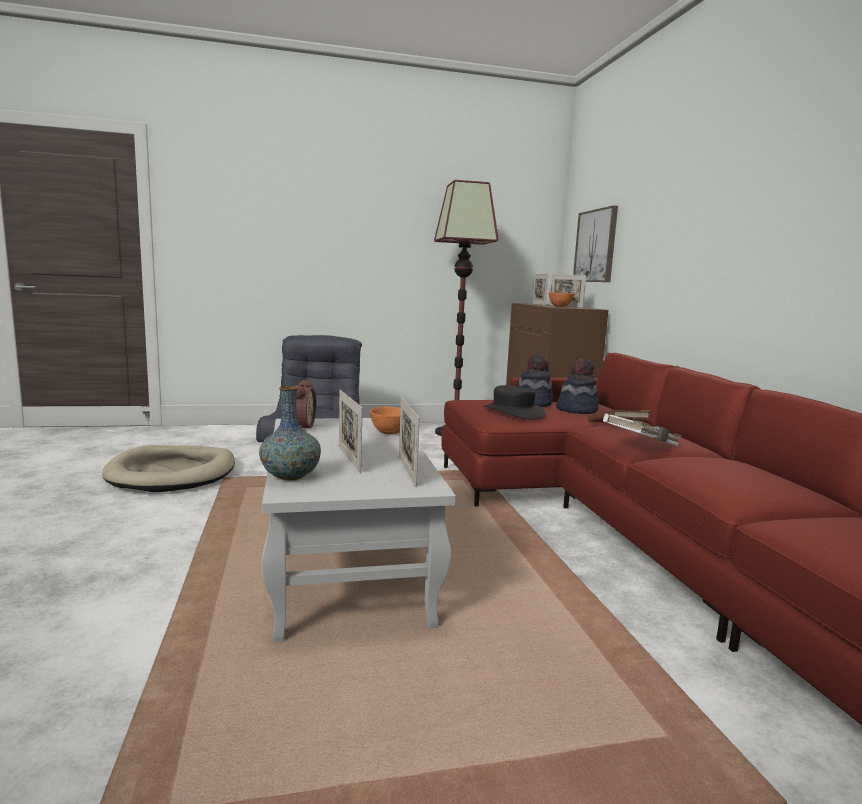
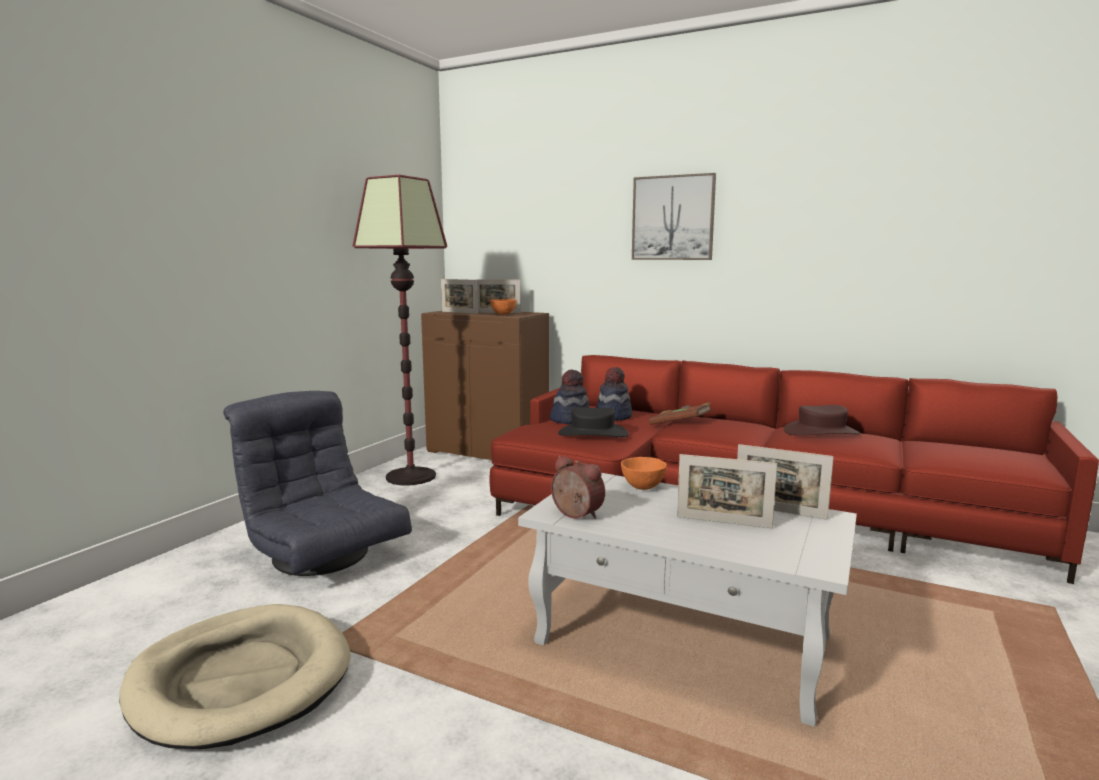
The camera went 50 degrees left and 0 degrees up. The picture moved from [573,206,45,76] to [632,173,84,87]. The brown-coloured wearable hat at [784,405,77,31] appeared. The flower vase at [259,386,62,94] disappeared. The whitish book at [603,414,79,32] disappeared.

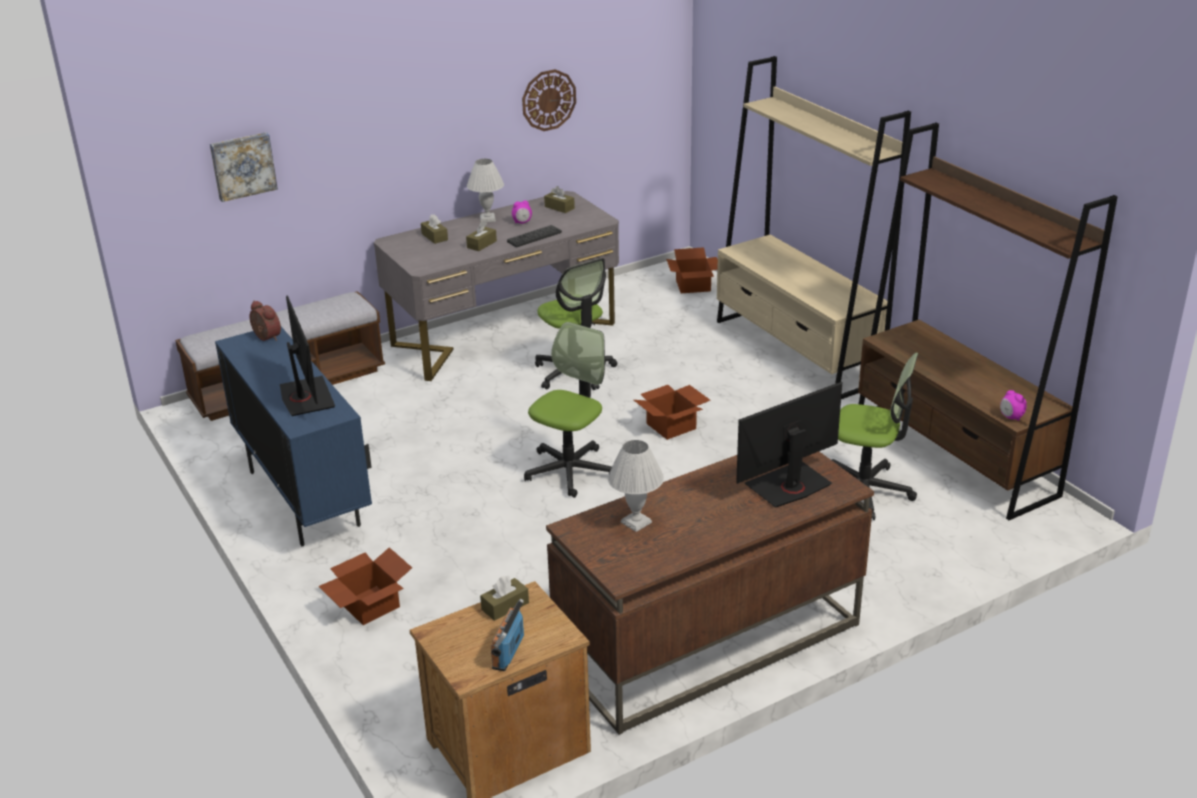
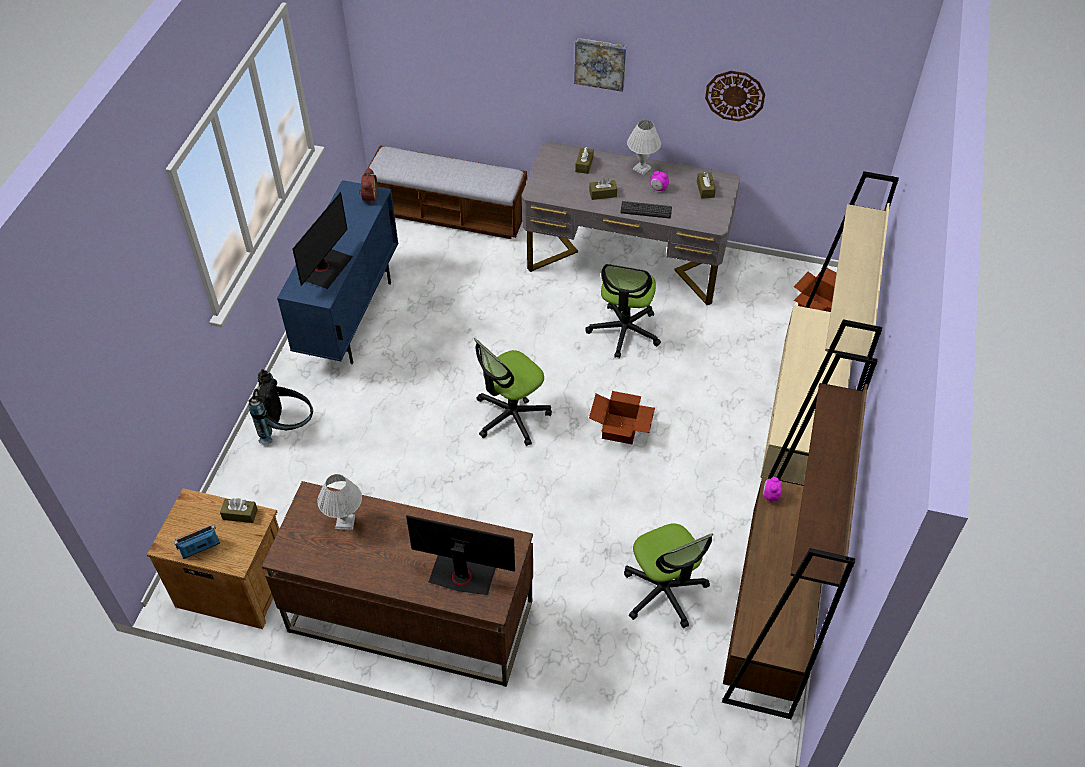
The camera went 45 degrees right and 20 degrees up. The packing box at [319,547,93,78] was replaced by the blackish knapsack at [249,369,64,75]. The office chair at [524,322,88,176] turned 150 degrees clockwise. The picture moved from [210,132,68,70] to [574,38,53,54]. The alarm clock moved from [1000,390,27,31] to [763,477,19,26].

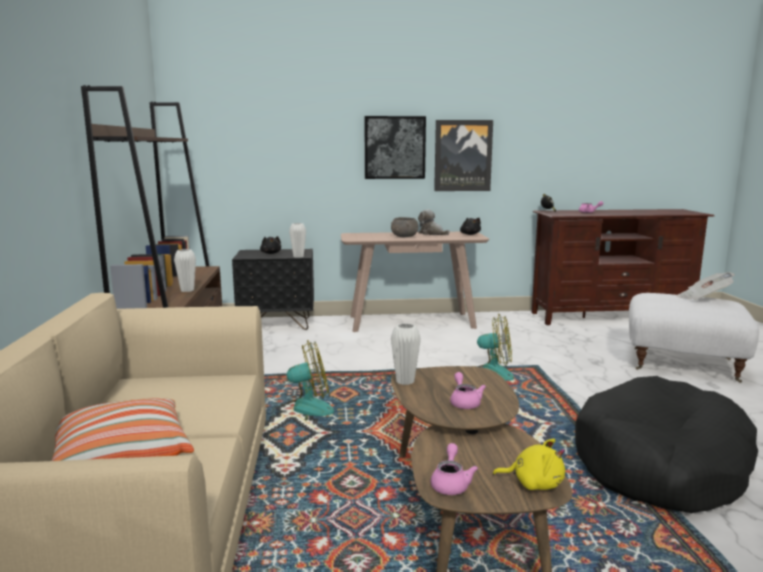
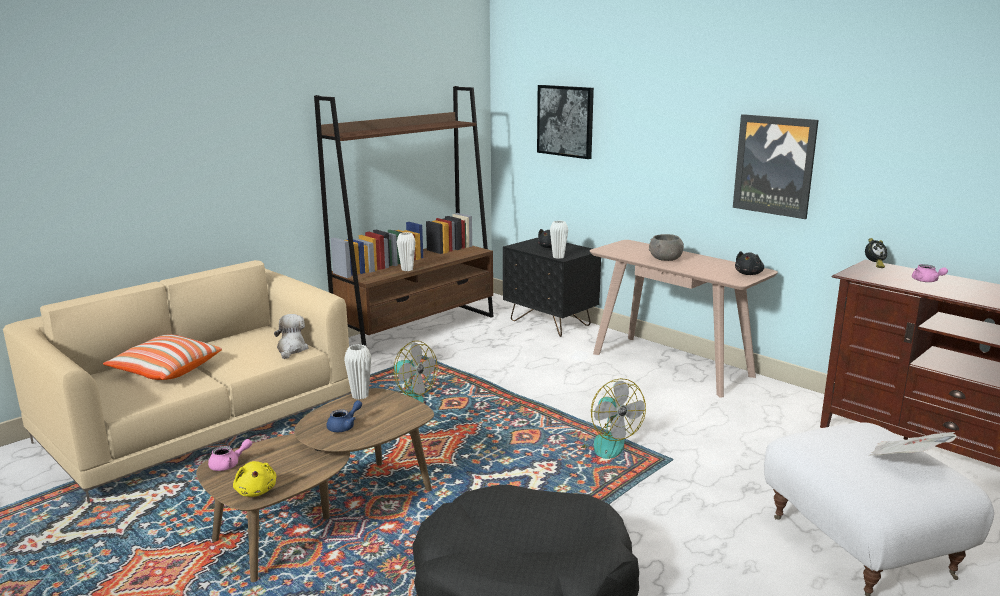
The camera went 50 degrees right and 5 degrees up. The soft toy moved from [418,209,31,26] to [274,314,35,45]. The pink tea pot at [450,372,36,37] became the bluish tea pot at [327,400,35,32]. The picture moved from [364,116,62,63] to [537,85,57,74].

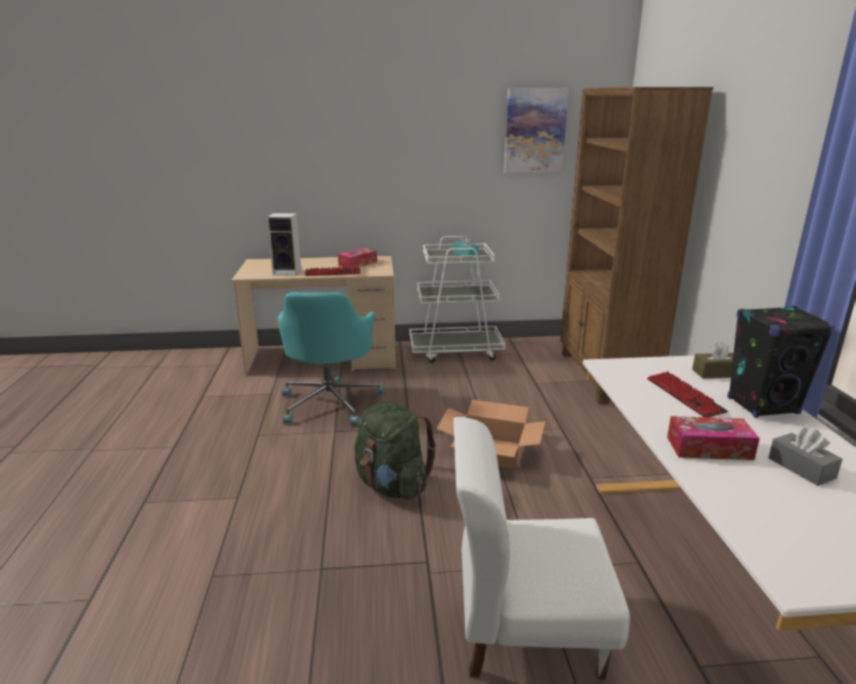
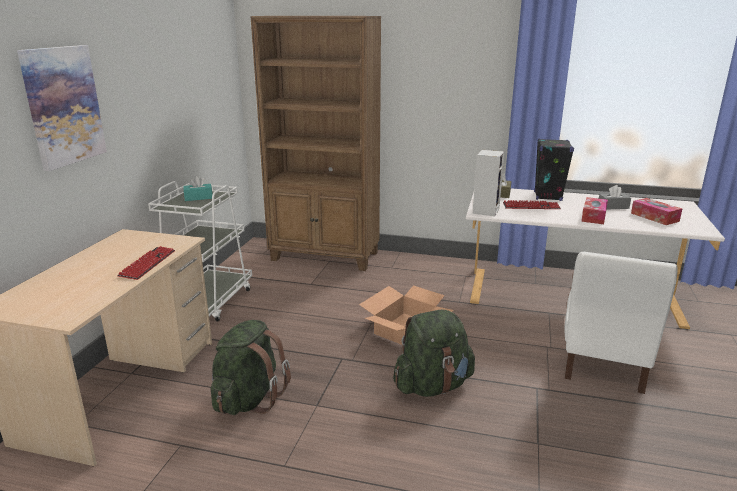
The camera went 70 degrees left and 0 degrees up. The picture moved from [504,89,65,84] to [17,45,90,126]. The turquoise office chair at [277,292,107,133] was replaced by the green-coloured knapsack at [211,320,80,95]. The loudspeaker moved from [267,213,34,63] to [473,150,32,66]. The tissue box moved from [338,248,39,20] to [631,198,51,27].

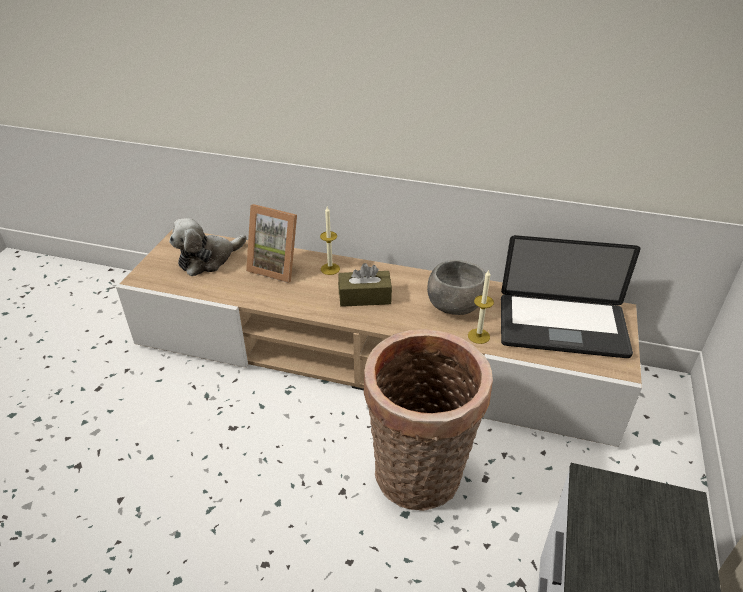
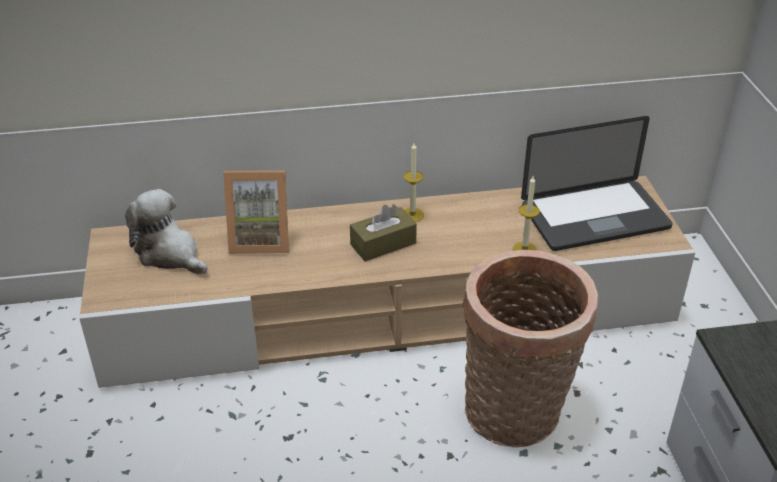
The camera went 25 degrees left and 0 degrees up. The soft toy at [169,218,78,58] turned 105 degrees clockwise. The candle moved from [320,207,20,68] to [403,143,21,79]. The gray serving bowl at [427,260,59,55] disappeared.

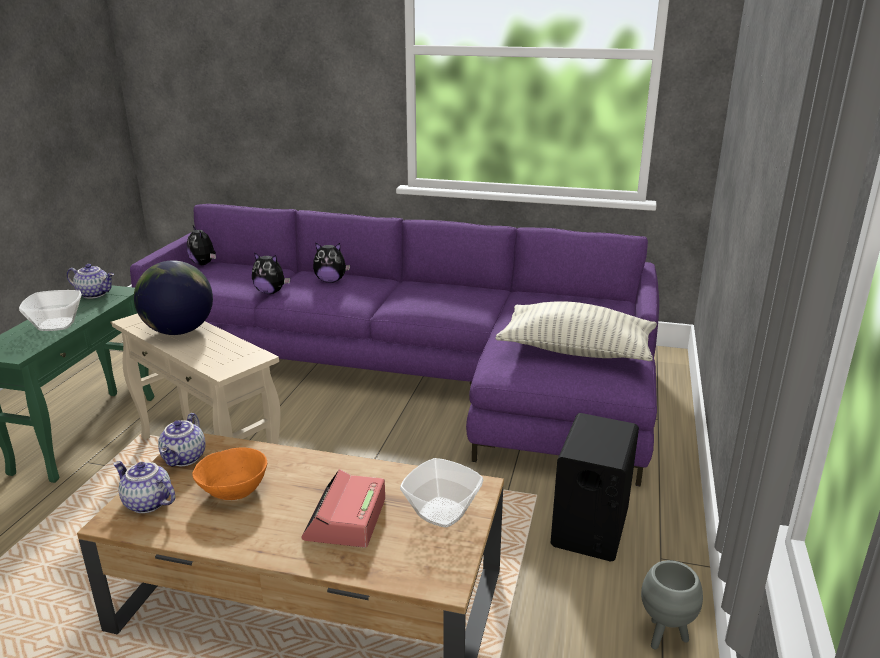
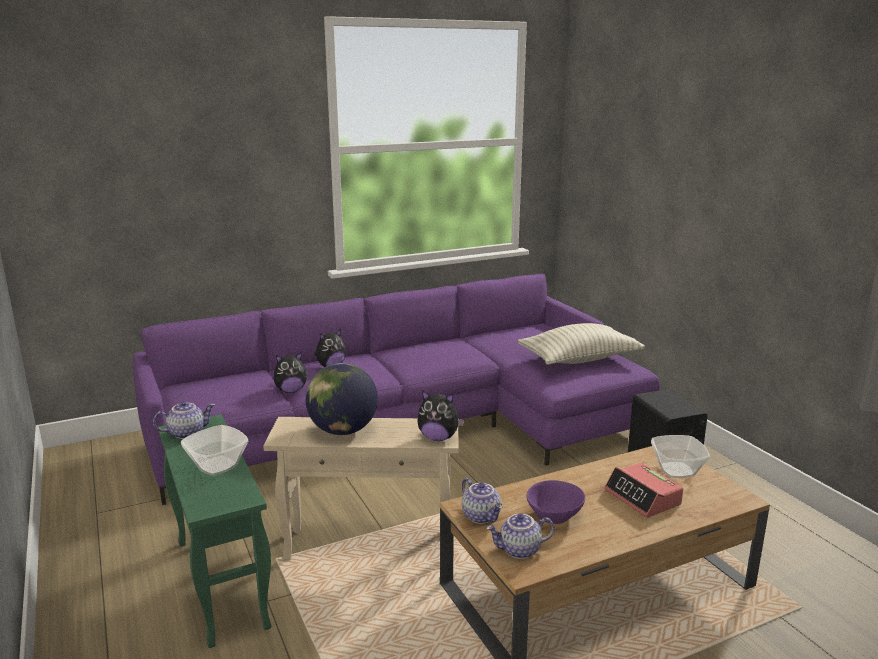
The camera went 40 degrees left and 5 degrees down. The soft toy moved from [187,226,29,39] to [417,390,48,51]. The orangey serving bowl at [192,447,75,53] became the purplish serving bowl at [527,480,58,44]. The gray flower pot at [641,560,62,89] disappeared.

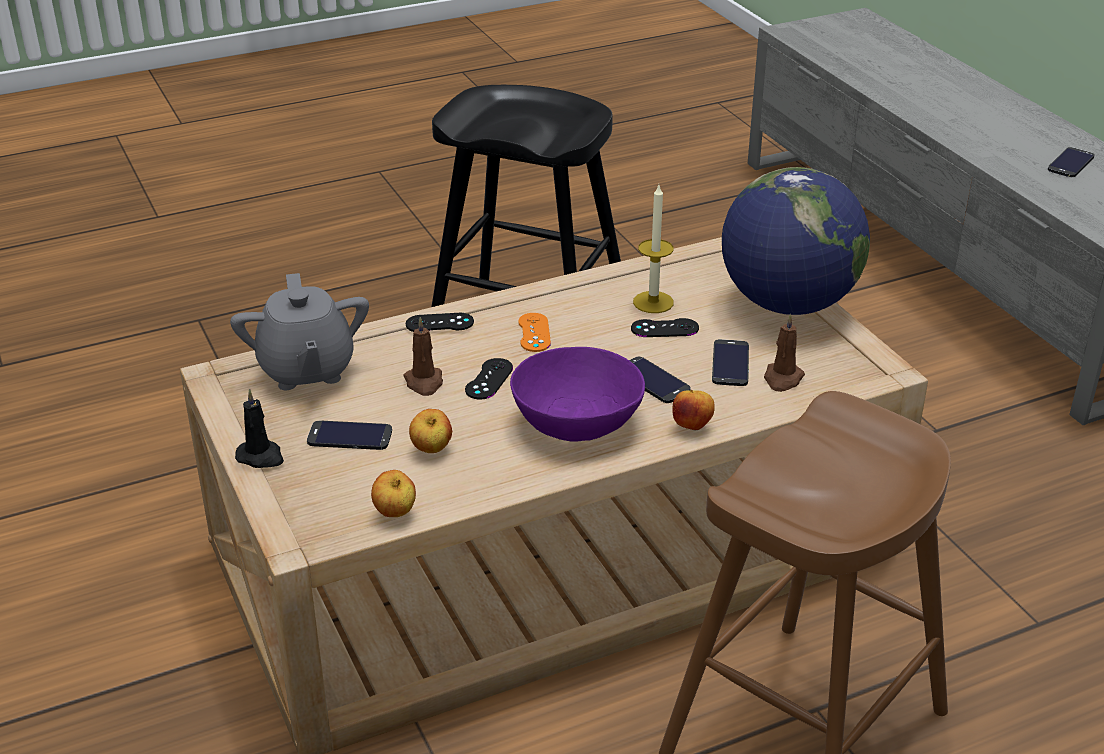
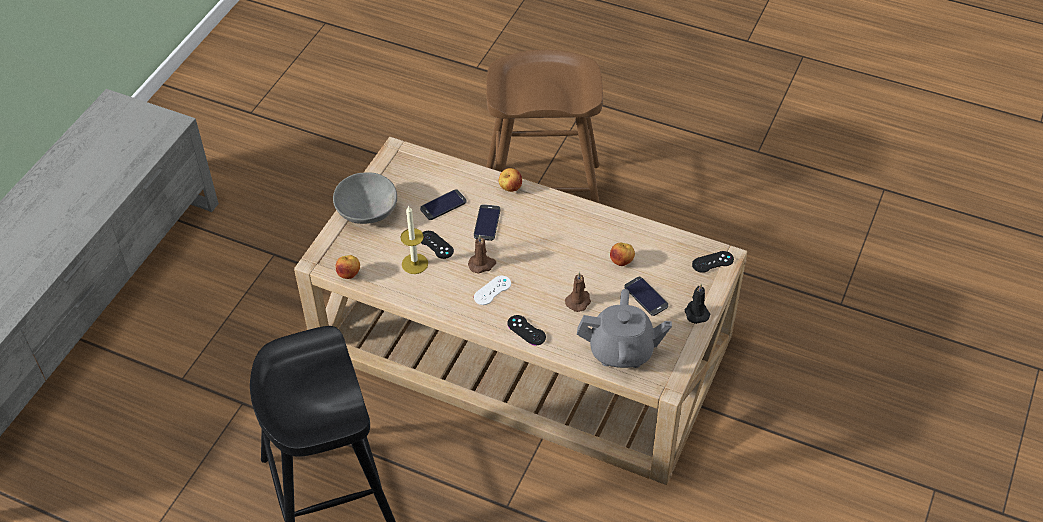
The camera went 130 degrees left and 15 degrees up. The globe at [722,167,148,148] was replaced by the gray serving bowl at [333,172,64,52]. The apple moved from [371,470,45,47] to [336,255,24,24]. The brown-coloured candle moved from [764,313,41,79] to [468,235,28,39]. The orangey game controller at [518,313,33,39] became the whitish game controller at [474,276,37,29]. The gray tea pot at [230,273,139,117] turned 60 degrees clockwise. The blackish game controller moved from [465,358,48,41] to [692,251,42,22]. The purplish serving bowl at [510,347,135,95] disappeared. The handset at [1048,147,47,30] disappeared.

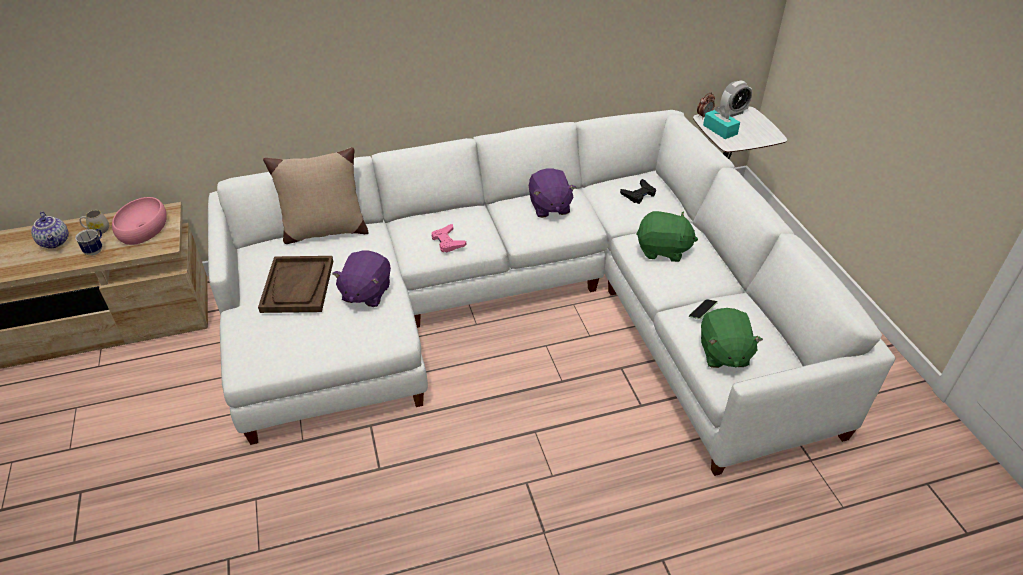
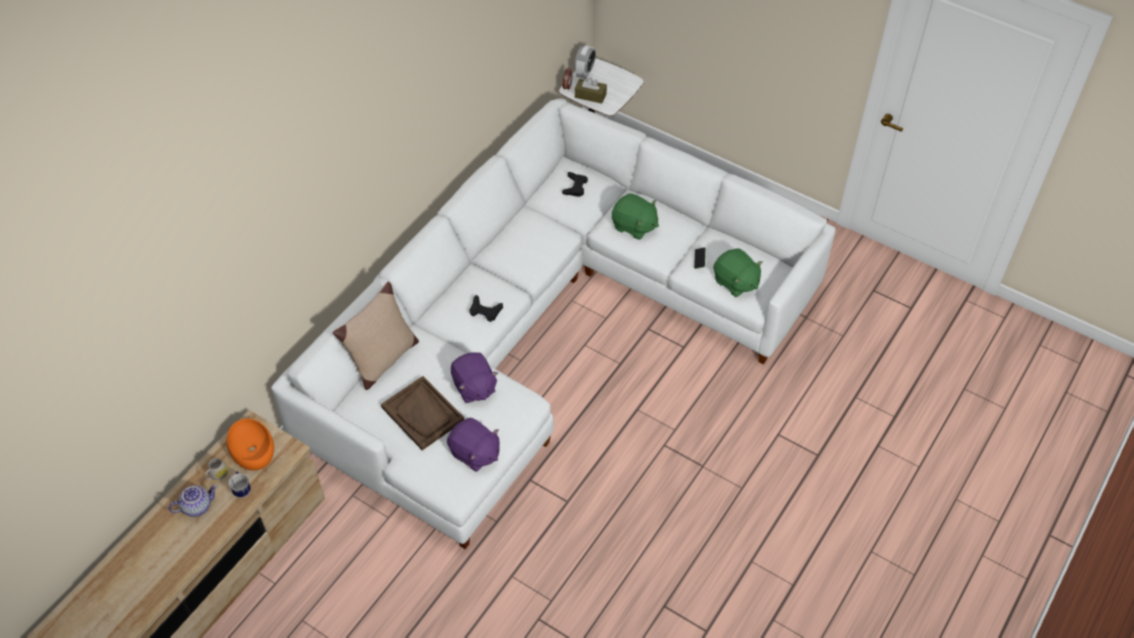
The camera went 40 degrees left and 10 degrees up. The tea pot at [31,211,38,37] turned 45 degrees counterclockwise. The pink serving bowl at [112,197,55,48] became the orangey serving bowl at [227,419,47,52]. The purplish soft toy moved from [528,168,48,50] to [447,418,53,54]. The pink game controller at [431,224,35,29] became the blackish game controller at [469,295,34,27]. The turquoise tissue box at [703,105,37,34] became the brown-coloured tissue box at [575,78,32,26]. The green-coloured soft toy at [636,211,62,51] turned 60 degrees clockwise.

